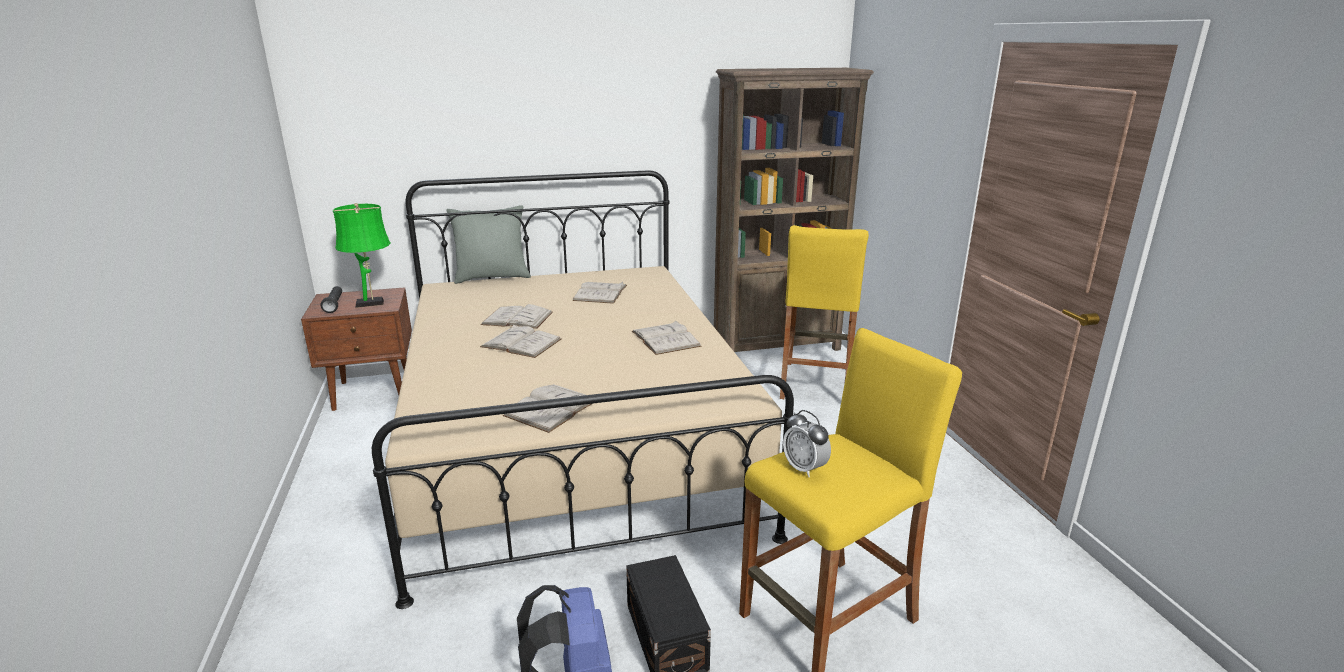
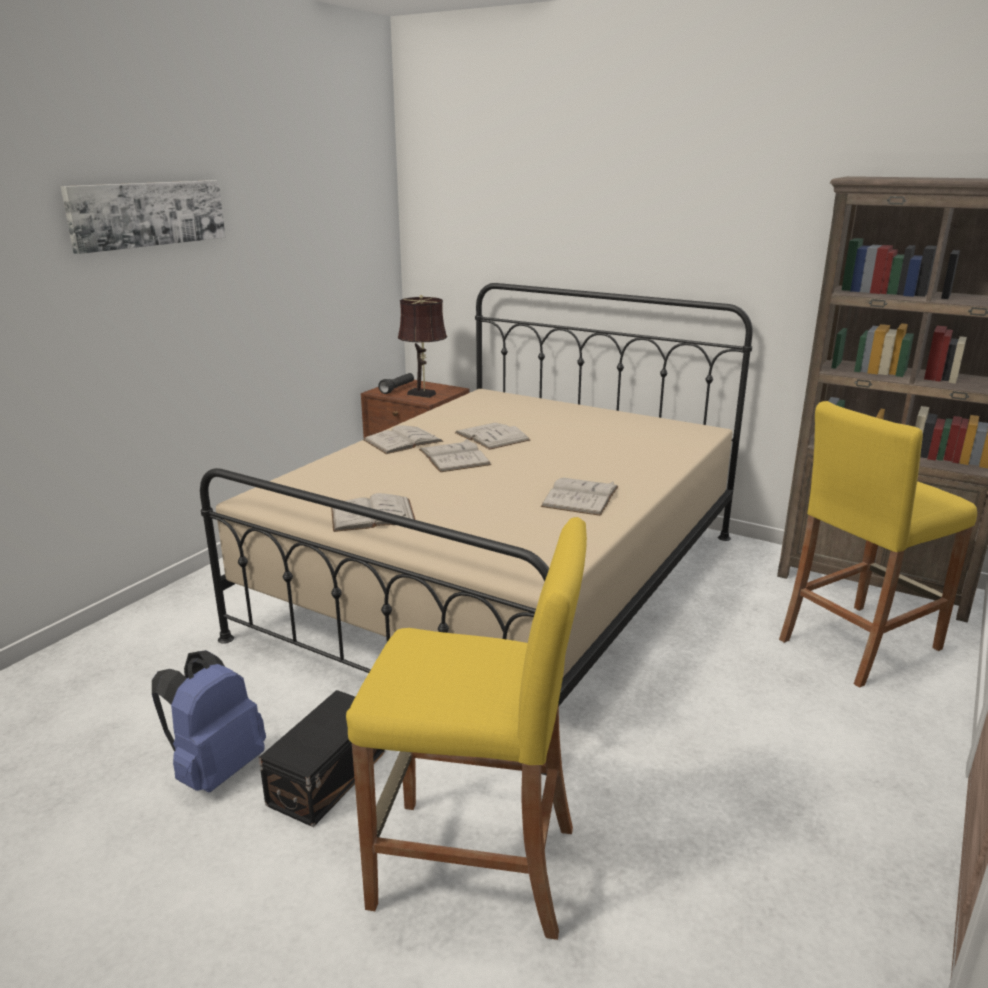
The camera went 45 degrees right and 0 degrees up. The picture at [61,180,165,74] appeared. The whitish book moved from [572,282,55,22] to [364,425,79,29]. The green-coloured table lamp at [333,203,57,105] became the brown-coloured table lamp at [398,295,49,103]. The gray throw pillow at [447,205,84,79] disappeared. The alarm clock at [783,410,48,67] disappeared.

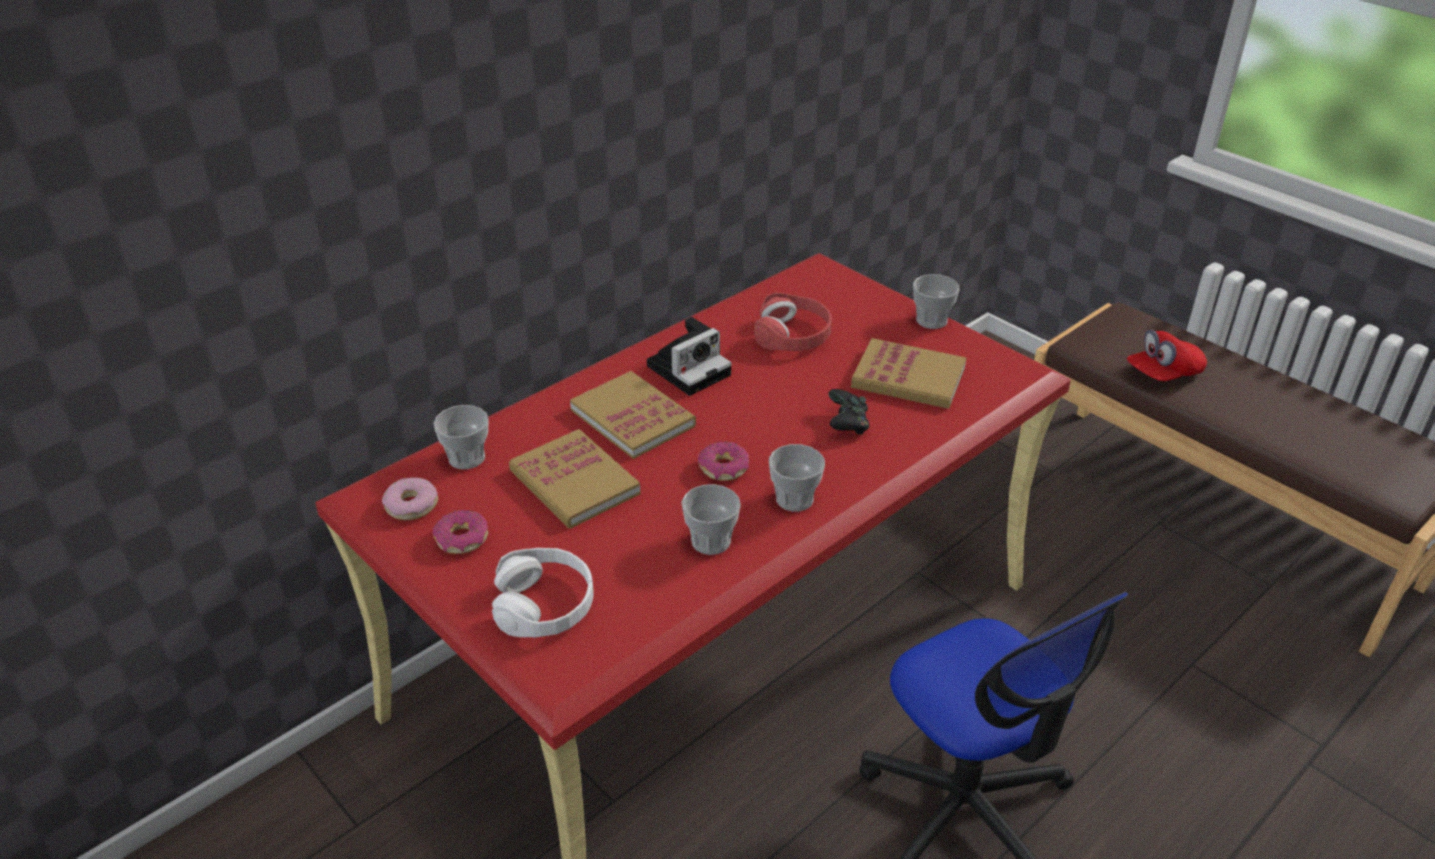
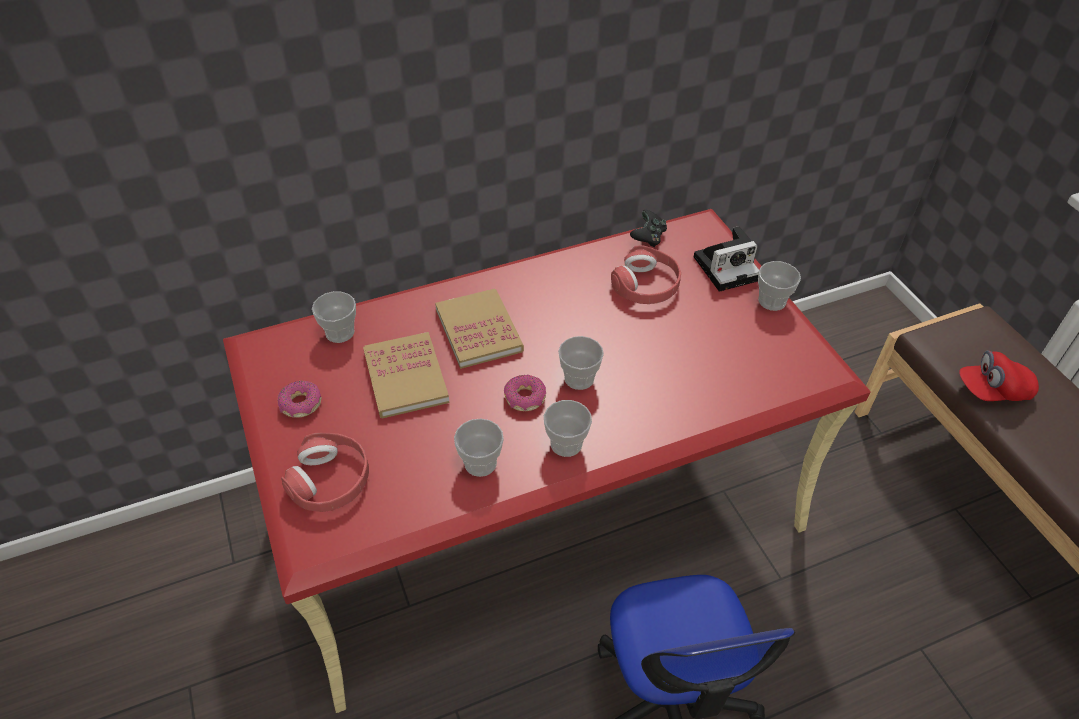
The camera went 20 degrees right and 10 degrees up. The whitish headphones at [492,548,102,90] became the red-coloured headphones at [281,433,88,79]. The small cup at [558,336,46,54] appeared. The blackish game controller moved from [829,389,40,46] to [630,210,37,37]. The photo camera moved from [647,317,85,79] to [694,226,65,66]. The doughnut at [382,477,56,43] disappeared. The book at [851,338,115,71] disappeared.

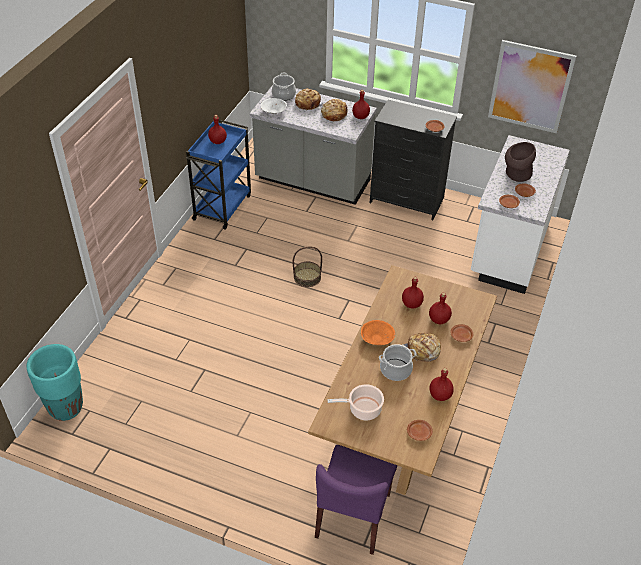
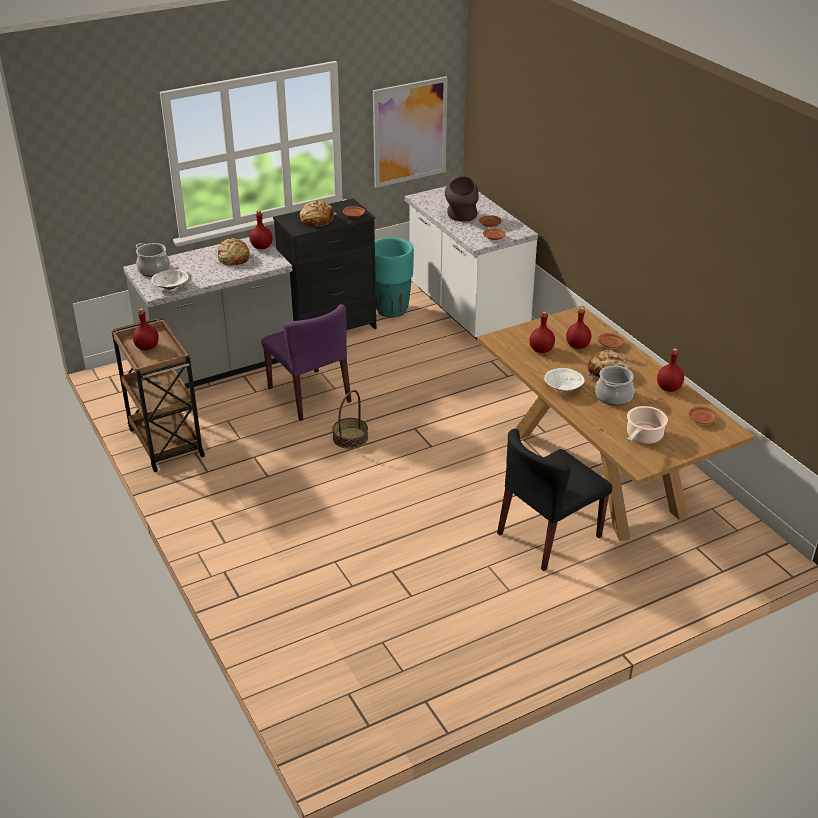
The camera went 50 degrees left and 10 degrees down. The bluish wheeled cart at [186,120,65,110] became the brown-coloured wheeled cart at [112,318,93,154]. The purplish plain chair moved from [315,445,82,110] to [261,304,91,117]. The baked bread moved from [295,88,29,23] to [300,201,36,26]. The turquoise flower pot moved from [27,344,56,77] to [375,237,39,80]. The blackish plain chair at [497,429,115,142] appeared. The orangey serving bowl at [361,320,34,25] became the whitish serving bowl at [544,368,41,23].

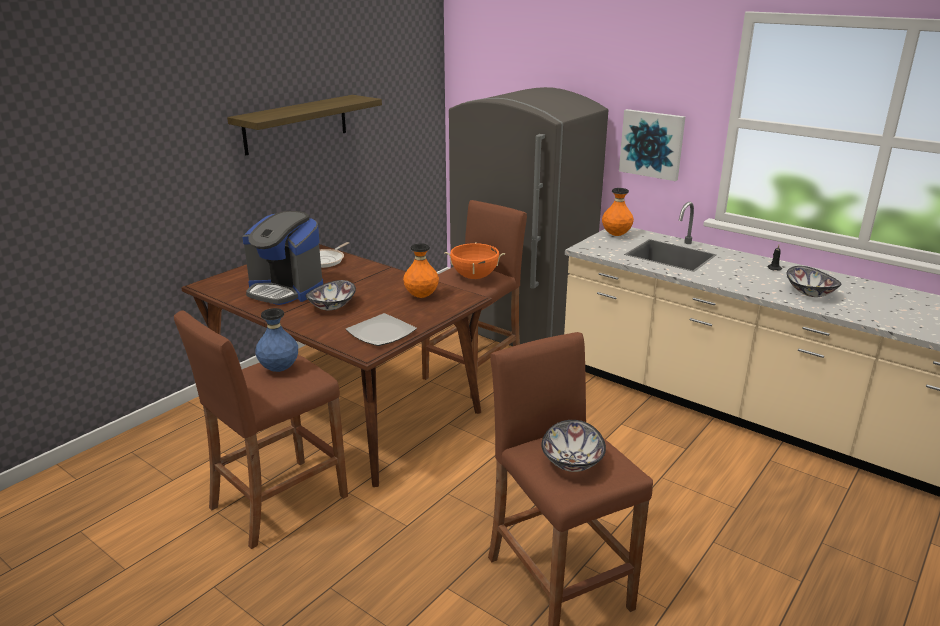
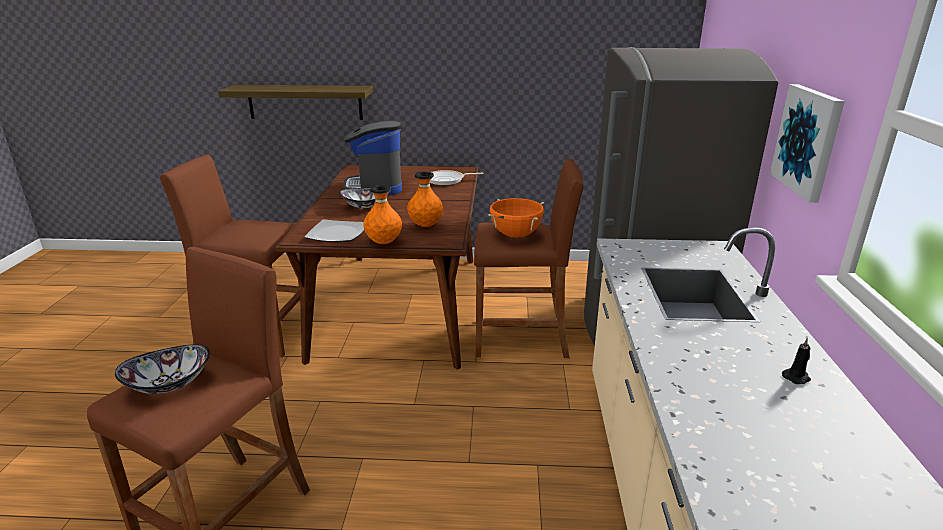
The camera went 55 degrees right and 0 degrees up. The wall shelf moved from [227,95,155,60] to [218,85,155,35]. The orangey flower vase moved from [602,188,32,48] to [363,185,39,59]. The bluish flower vase at [255,308,43,64] disappeared. The serving bowl at [787,266,55,31] disappeared.

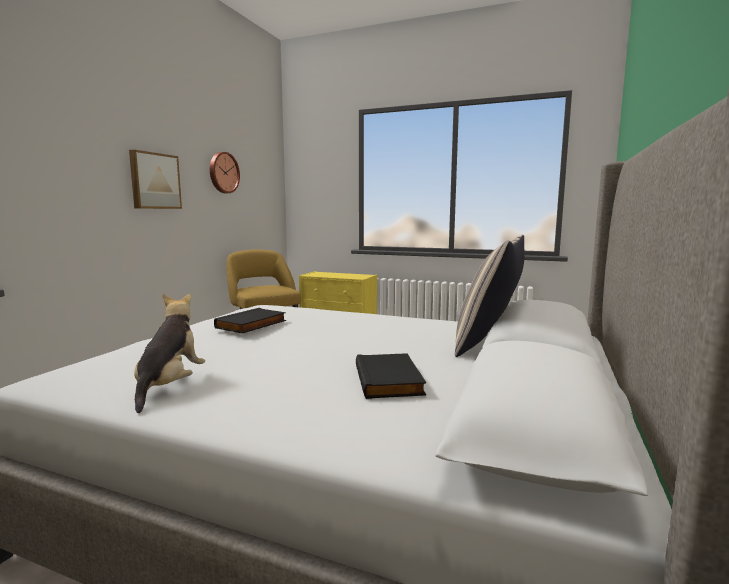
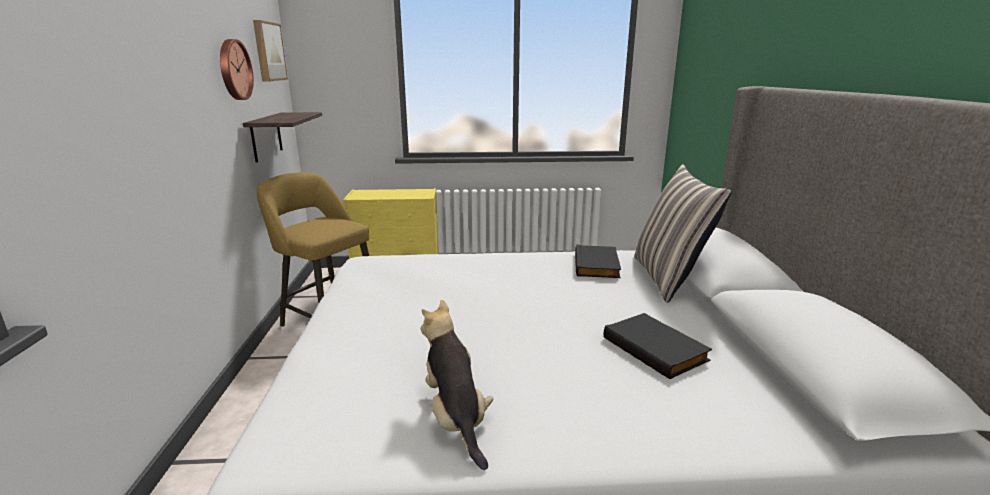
The camera went 25 degrees left and 10 degrees up. The wall shelf at [243,112,79,50] appeared. The picture moved from [129,150,53,59] to [253,20,35,61]. The blackish book moved from [214,308,72,26] to [575,245,46,33].

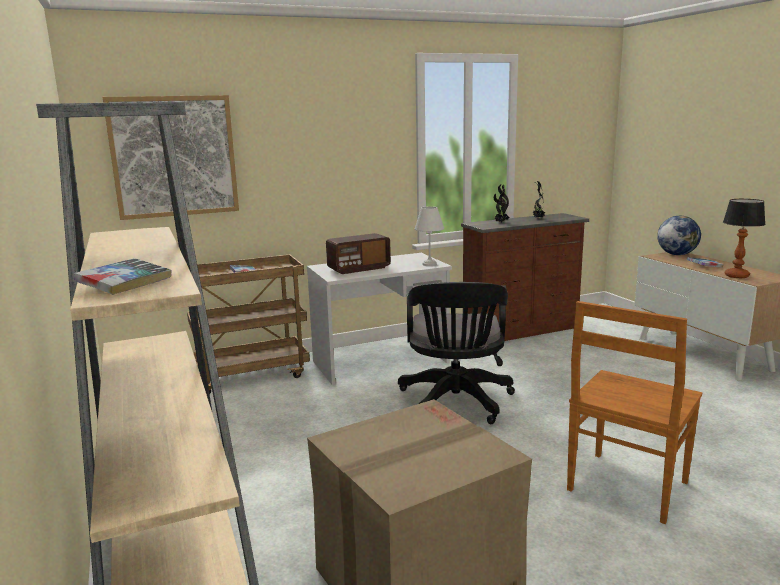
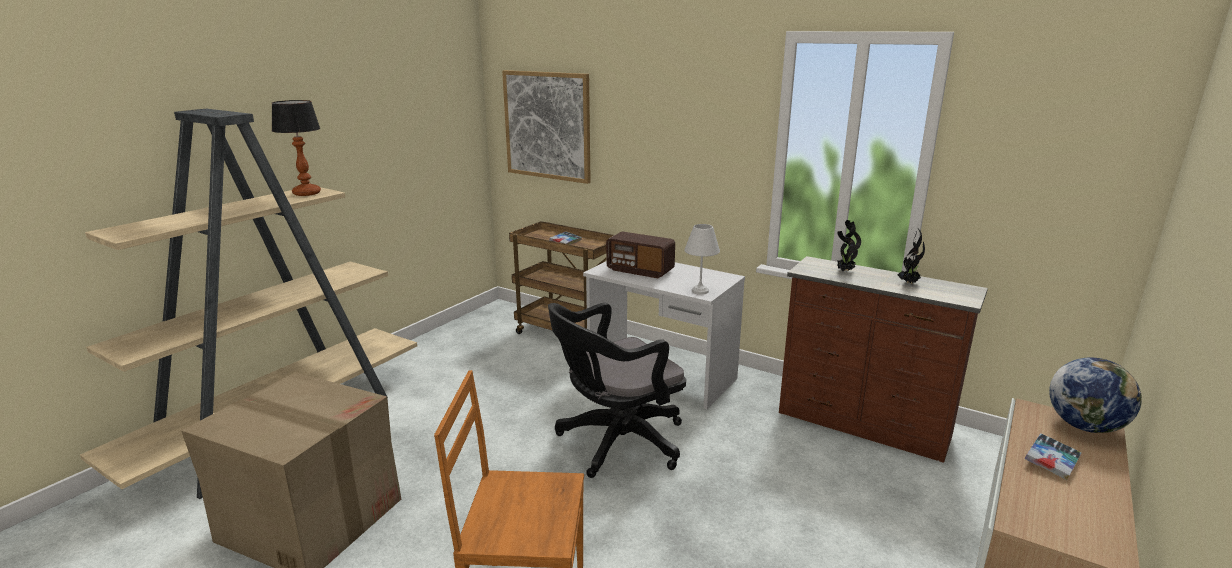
The camera went 55 degrees right and 5 degrees up. The table lamp moved from [723,199,43,79] to [272,100,49,96]. The book at [74,258,97,37] disappeared.

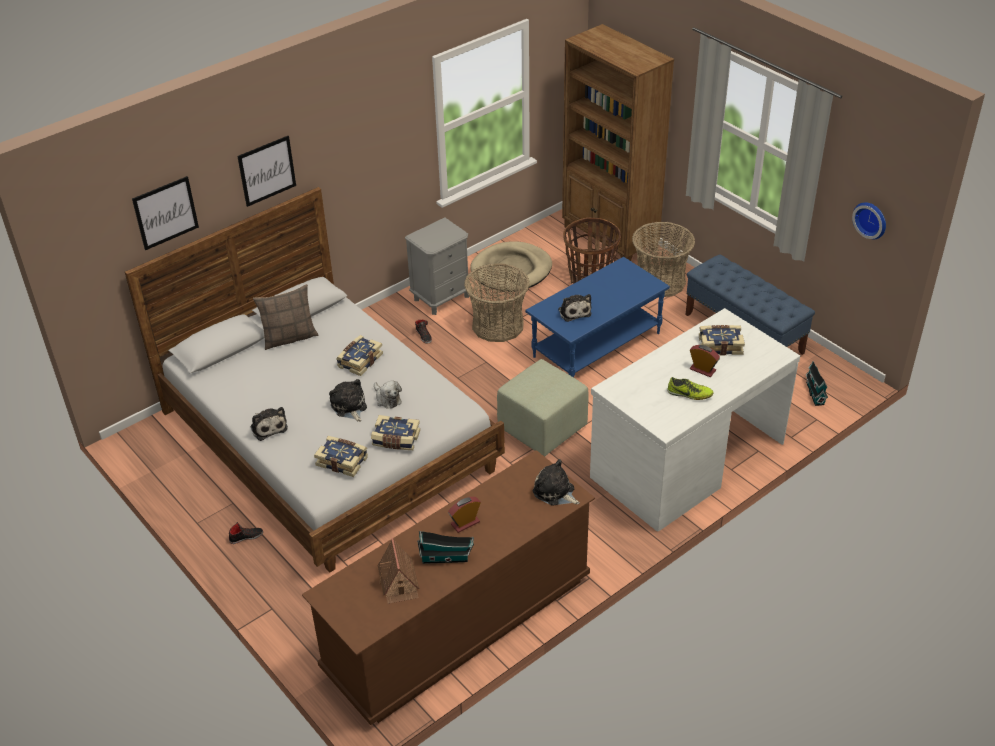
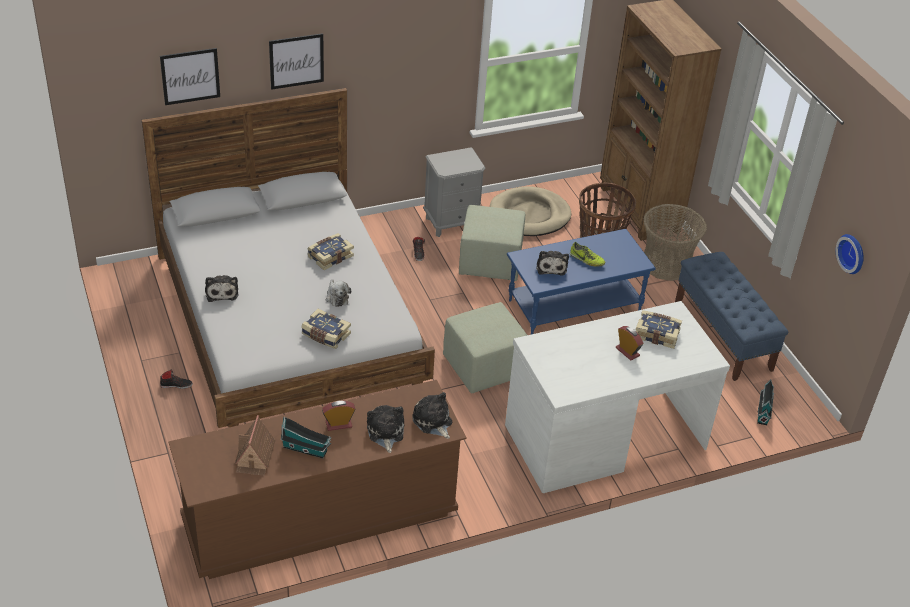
The camera went 15 degrees right and 0 degrees up. The soft toy moved from [329,379,38,43] to [367,405,37,48]. The basket at [464,263,66,79] was replaced by the green-coloured ottoman at [459,205,66,76]. The low shoe moved from [667,377,47,23] to [570,242,35,24]. The throw pillow at [253,284,65,66] disappeared. The book at [314,436,54,41] disappeared.

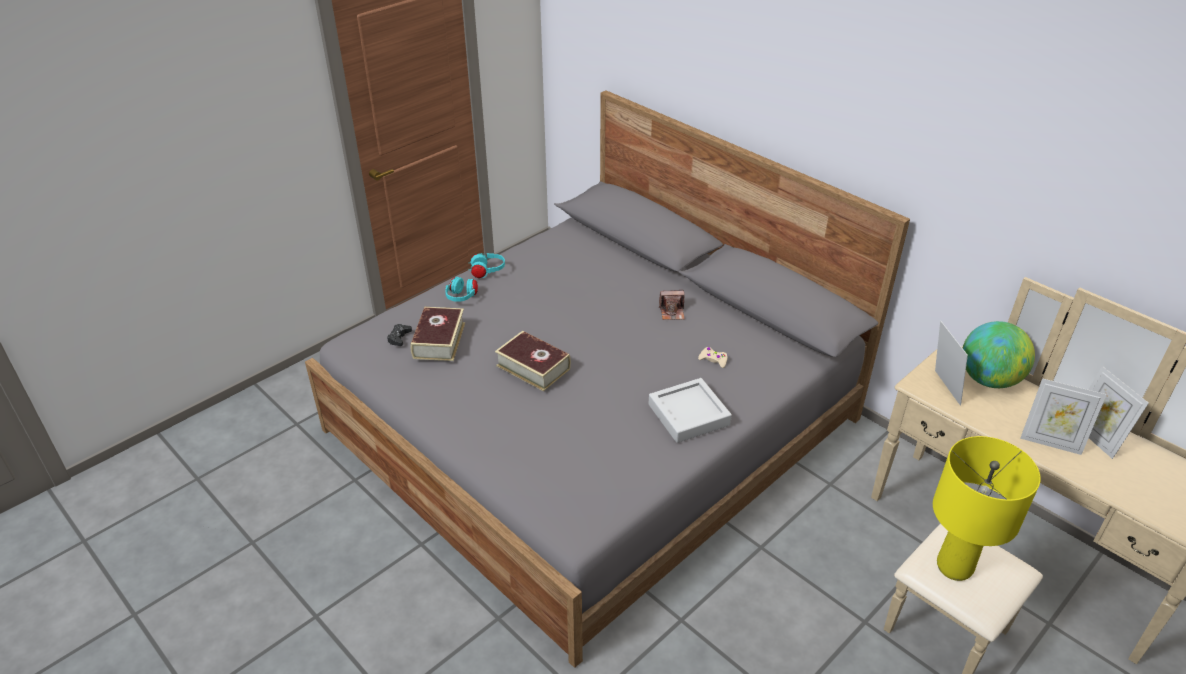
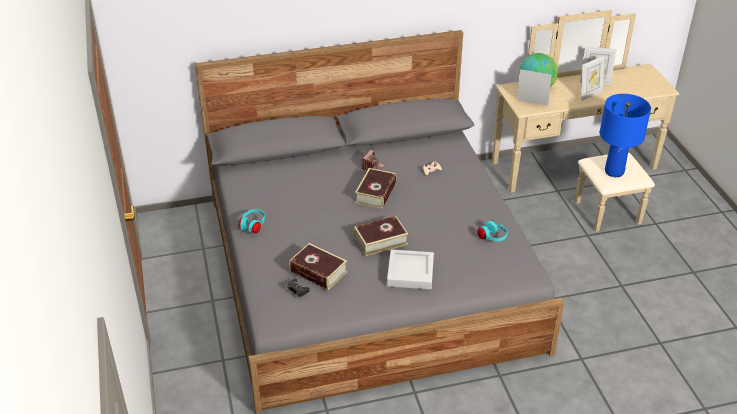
The camera went 60 degrees left and 0 degrees up. The book at [355,168,41,41] appeared. The gray tray moved from [649,378,83,65] to [387,250,47,39]. The turquoise headphones moved from [445,277,33,25] to [477,220,31,22]. The yellowish table lamp at [933,436,108,145] became the bluish table lamp at [600,94,51,83].

